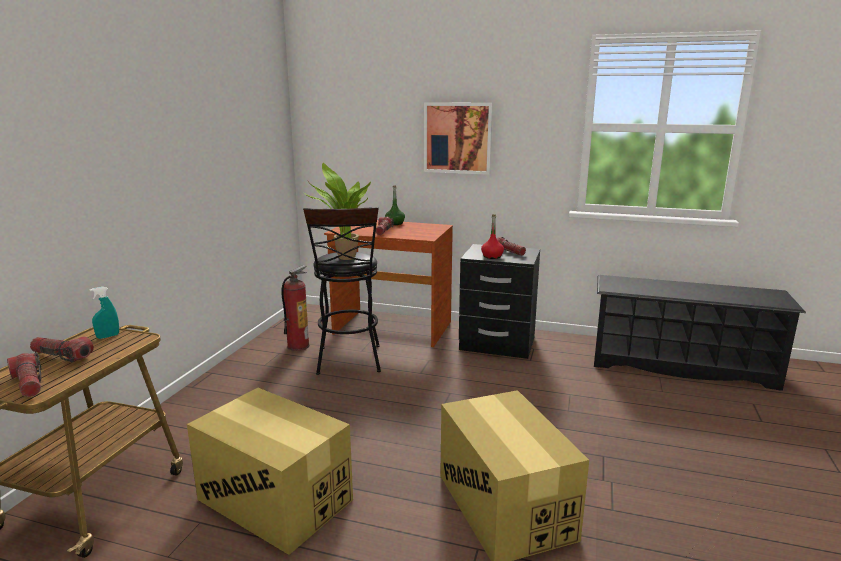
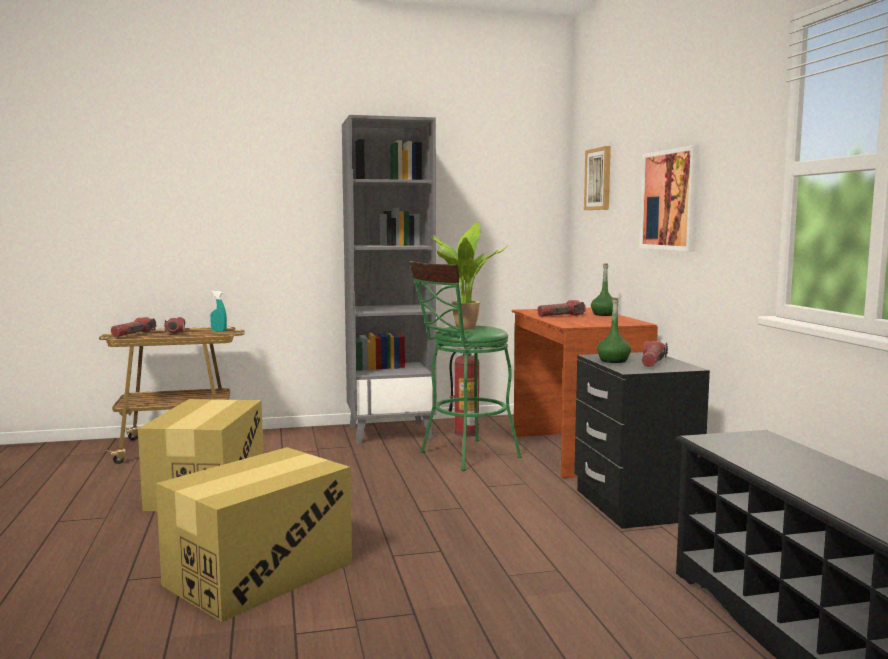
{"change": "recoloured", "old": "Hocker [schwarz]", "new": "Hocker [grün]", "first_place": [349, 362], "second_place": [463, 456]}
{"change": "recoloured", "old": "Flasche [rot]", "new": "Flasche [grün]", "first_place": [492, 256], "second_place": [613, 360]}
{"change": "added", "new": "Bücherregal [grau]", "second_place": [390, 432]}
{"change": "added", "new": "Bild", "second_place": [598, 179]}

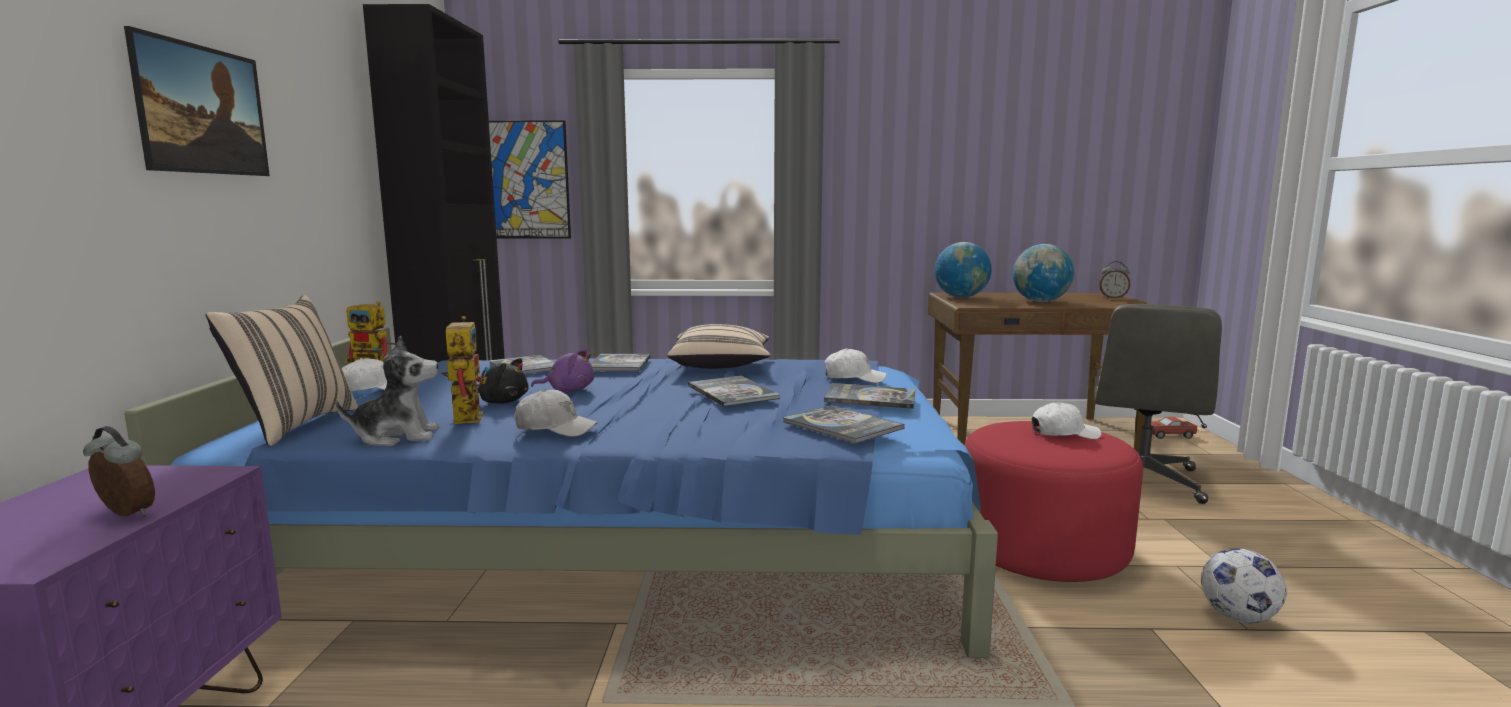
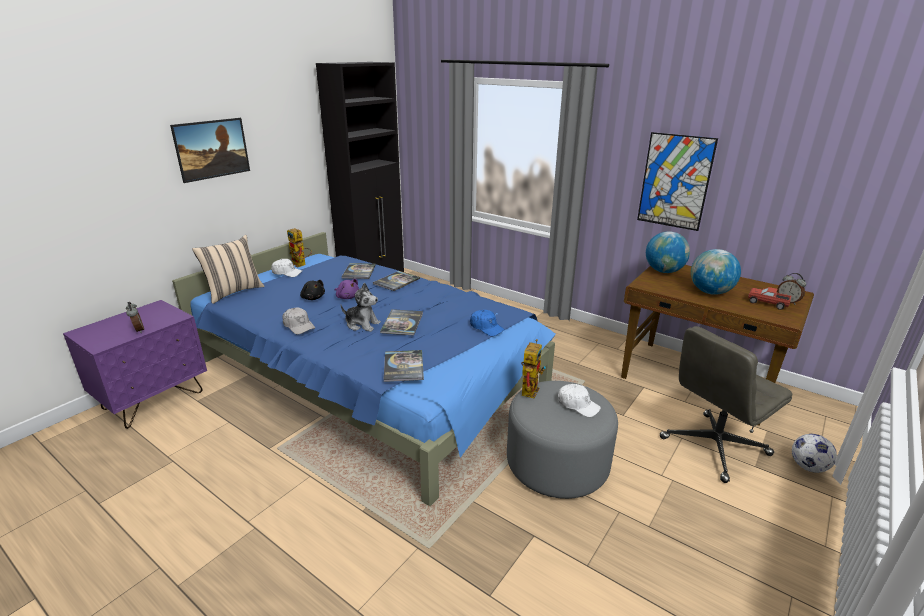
{"change": "moved", "old": "Bild", "first_place": [528, 180], "second_place": [675, 181]}
{"change": "moved", "old": "Spielzeugroboter", "first_place": [466, 416], "second_place": [529, 388]}
{"change": "removed", "old": "Kissen [beige]", "first_place": [721, 366]}
{"change": "moved", "old": "Plüschtier", "first_place": [397, 437], "second_place": [362, 324]}
{"change": "recoloured", "old": "Kappe [weiß]", "new": "Kappe [blau]", "first_place": [854, 378], "second_place": [486, 328]}
{"change": "removed", "old": "Buch", "first_place": [870, 398]}
{"change": "moved", "old": "Spielzeuglaster", "first_place": [1170, 436], "second_place": [767, 304]}
{"change": "recoloured", "old": "Polsterhocker [rot]", "new": "Polsterhocker [grau]", "first_place": [1042, 548], "second_place": [557, 464]}
{"change": "moved", "old": "Fußball", "first_place": [1238, 617], "second_place": [808, 467]}

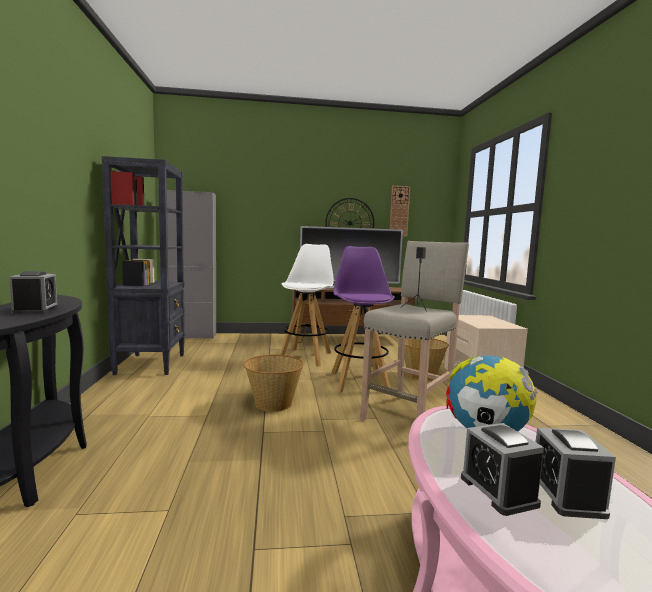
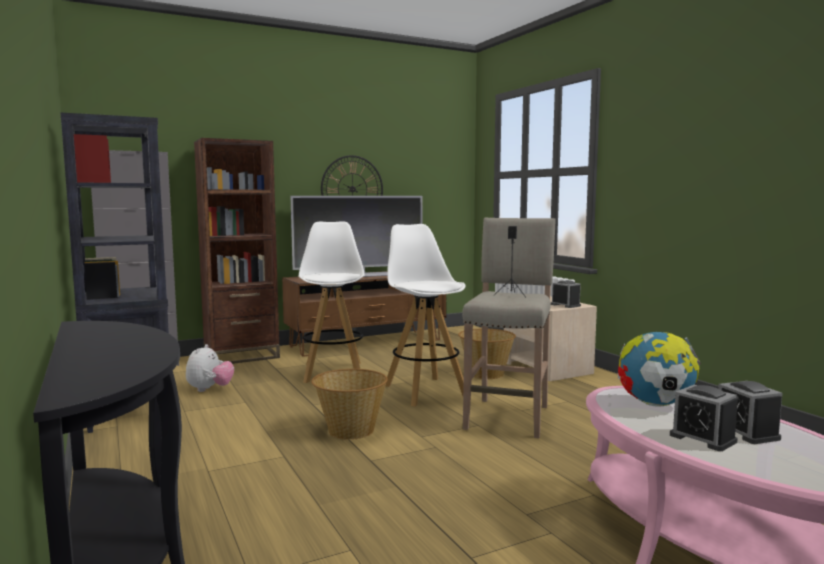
{"change": "removed", "old": "Wanduhr", "first_place": [399, 211]}
{"change": "recoloured", "old": "Hocker [lila]", "new": "Hocker [weiß]", "first_place": [359, 381], "second_place": [425, 390]}
{"change": "moved", "old": "Wecker", "first_place": [35, 310], "second_place": [565, 305]}
{"change": "added", "new": "Bücherregal [braun]", "second_place": [241, 356]}
{"change": "added", "new": "Plüschtier", "second_place": [210, 389]}

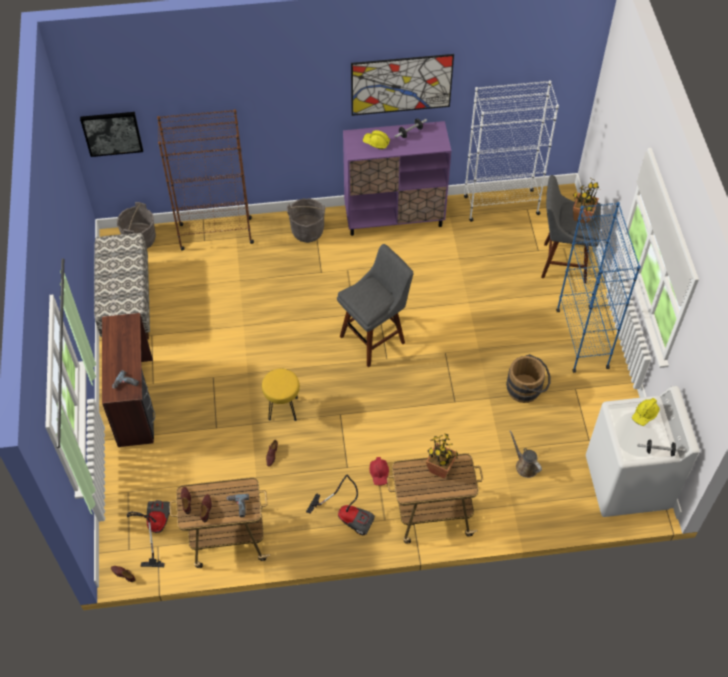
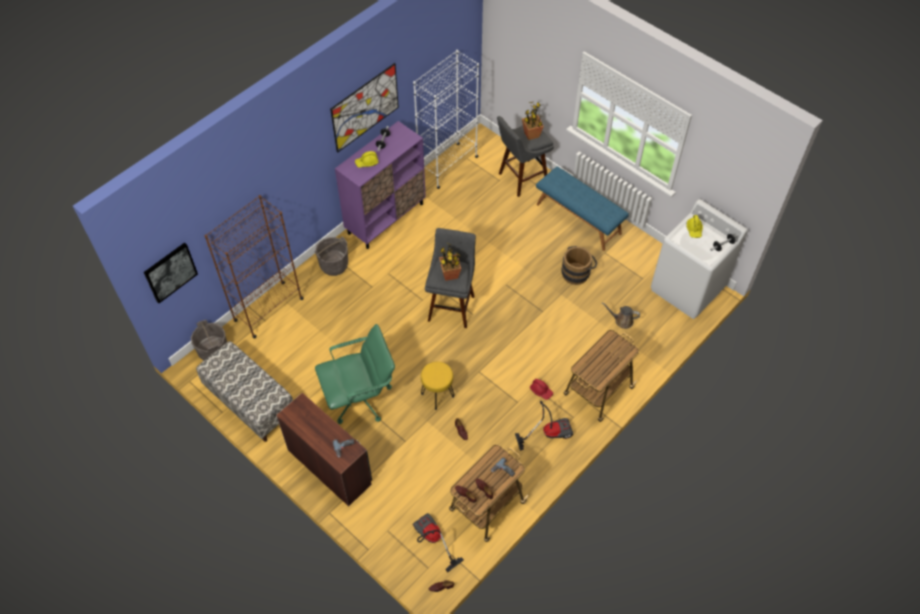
{"change": "replaced", "old": "Bücherregal [blau]", "new": "Bank [blau]", "first_place": [582, 338], "second_place": [579, 219]}
{"change": "moved", "old": "Topfpflanze", "first_place": [440, 469], "second_place": [450, 274]}
{"change": "added", "new": "Bürostuhl [grün]", "second_place": [360, 398]}

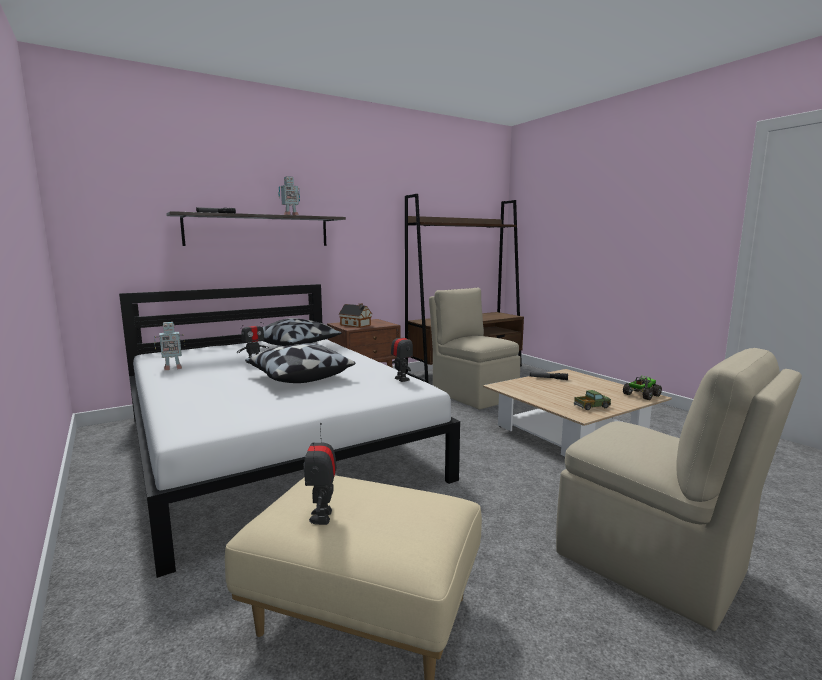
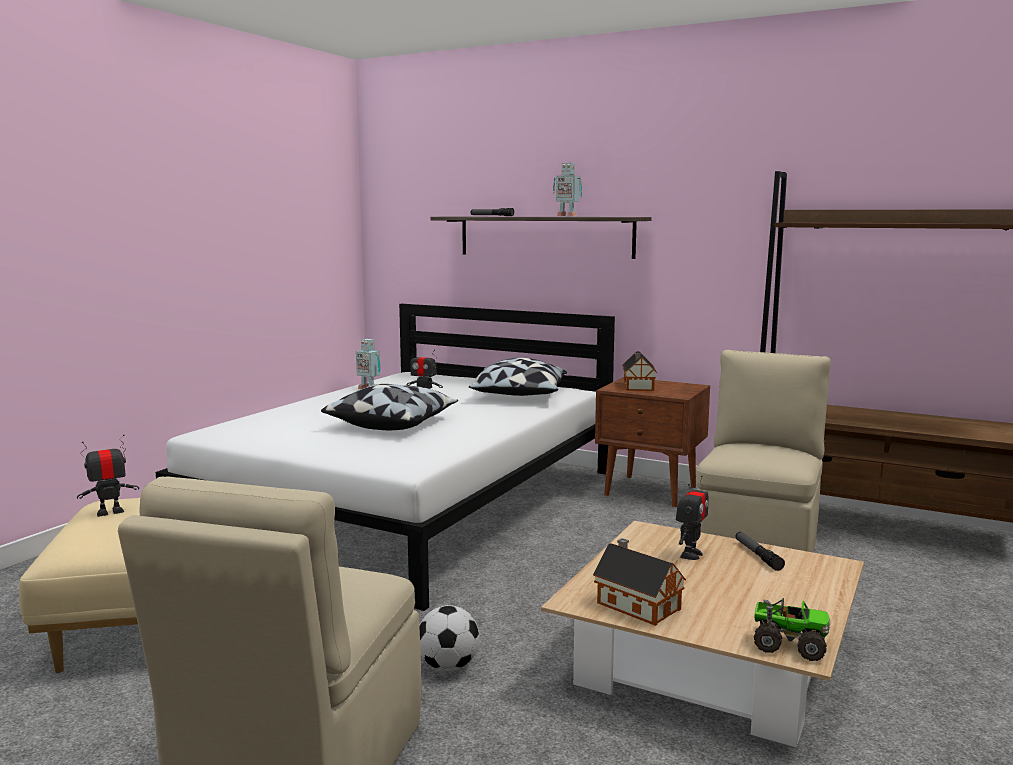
{"change": "moved", "old": "Spielzeugroboter", "first_place": [401, 379], "second_place": [690, 554]}
{"change": "replaced", "old": "Spielzeuglaster", "new": "Spielzeughaus", "first_place": [591, 407], "second_place": [636, 604]}
{"change": "added", "new": "Fußball", "second_place": [448, 666]}

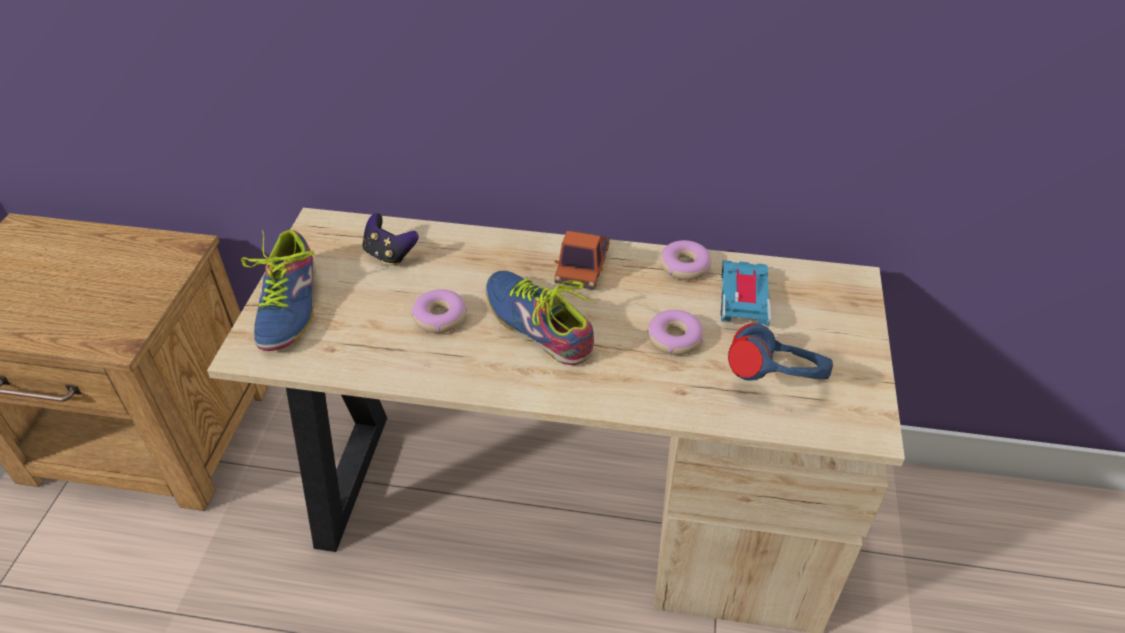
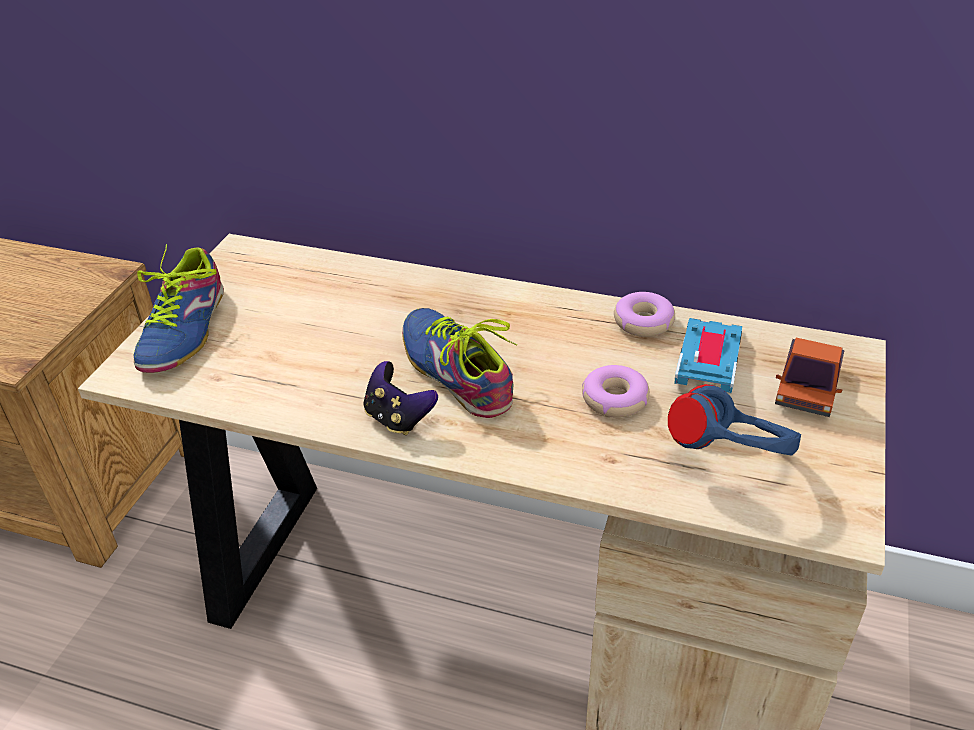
{"change": "moved", "old": "Gamepad", "first_place": [389, 255], "second_place": [398, 418]}
{"change": "moved", "old": "Spielzeuglaster", "first_place": [582, 267], "second_place": [807, 387]}
{"change": "removed", "old": "Donut", "first_place": [440, 317]}

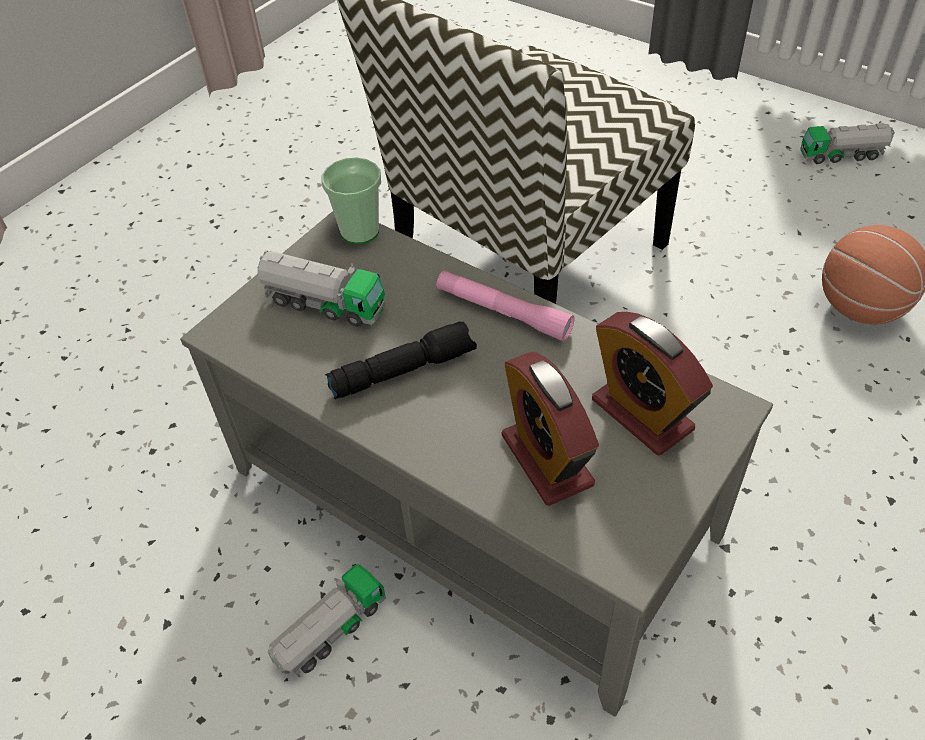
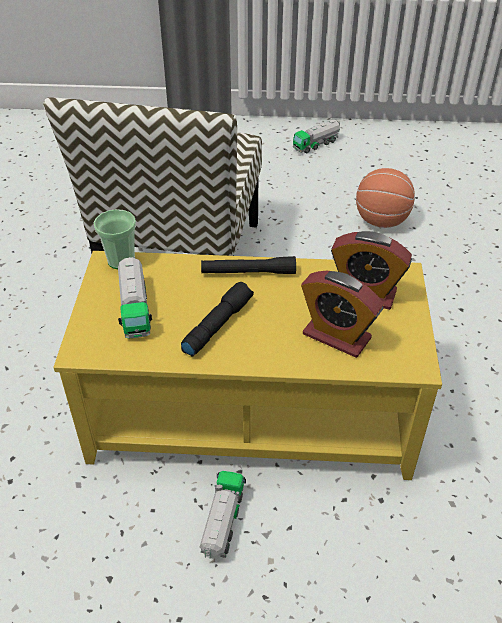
{"change": "recoloured", "old": "Couchtisch [grau]", "new": "Couchtisch [gelb]", "first_place": [473, 499], "second_place": [251, 408]}
{"change": "turned", "old": "Spielzeuglaster", "first_place": [324, 304], "second_place": [135, 309], "degrees": 90}
{"change": "recoloured", "old": "Taschenlampe [rosa]", "new": "Taschenlampe [schwarz]", "first_place": [503, 312], "second_place": [248, 272]}

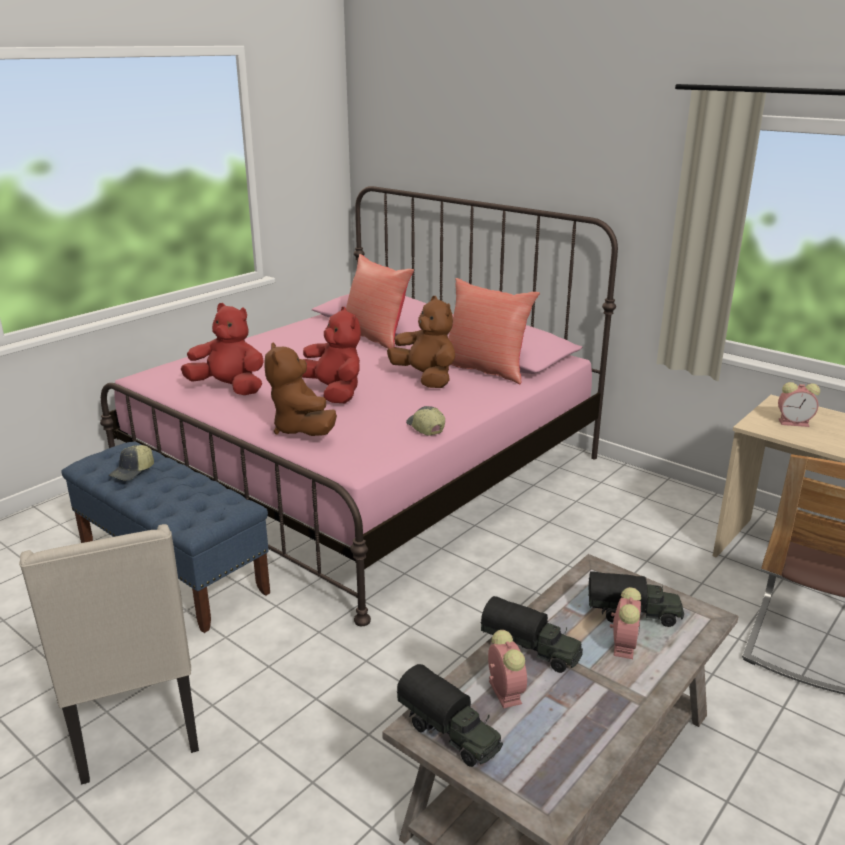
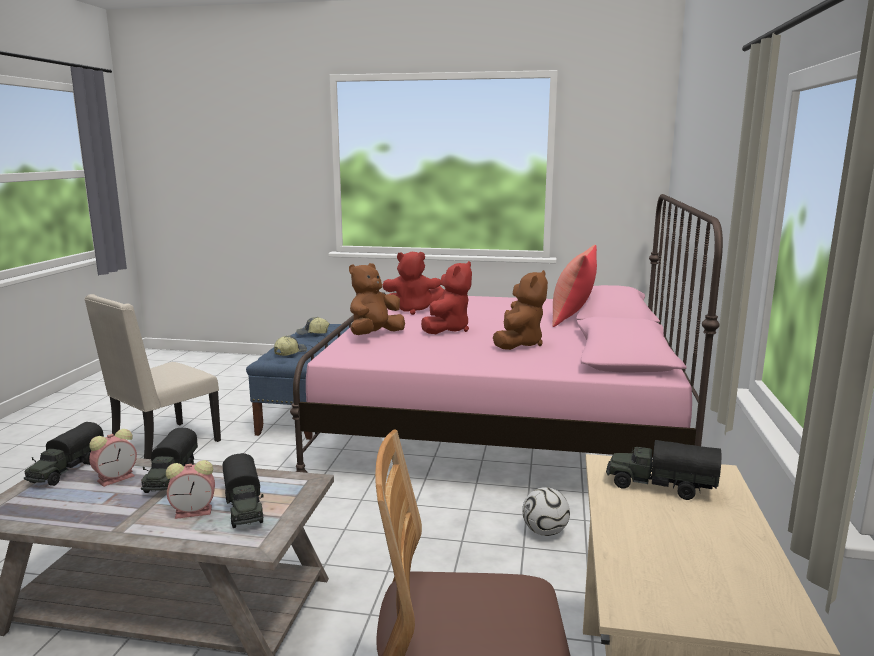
{"change": "removed", "old": "Kissen [rot]", "first_place": [484, 369]}
{"change": "turned", "old": "Plüschtier [rot]", "first_place": [229, 388], "second_place": [413, 310], "degrees": 105}
{"change": "replaced", "old": "Wecker", "new": "Spielzeuglaster", "first_place": [795, 423], "second_place": [660, 486]}
{"change": "moved", "old": "Kappe", "first_place": [425, 428], "second_place": [290, 352]}
{"change": "added", "new": "Fußball", "second_place": [545, 532]}

